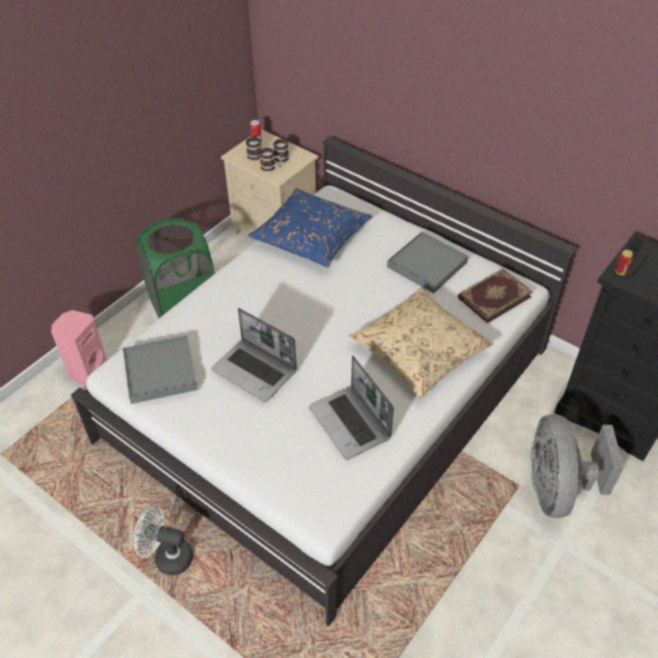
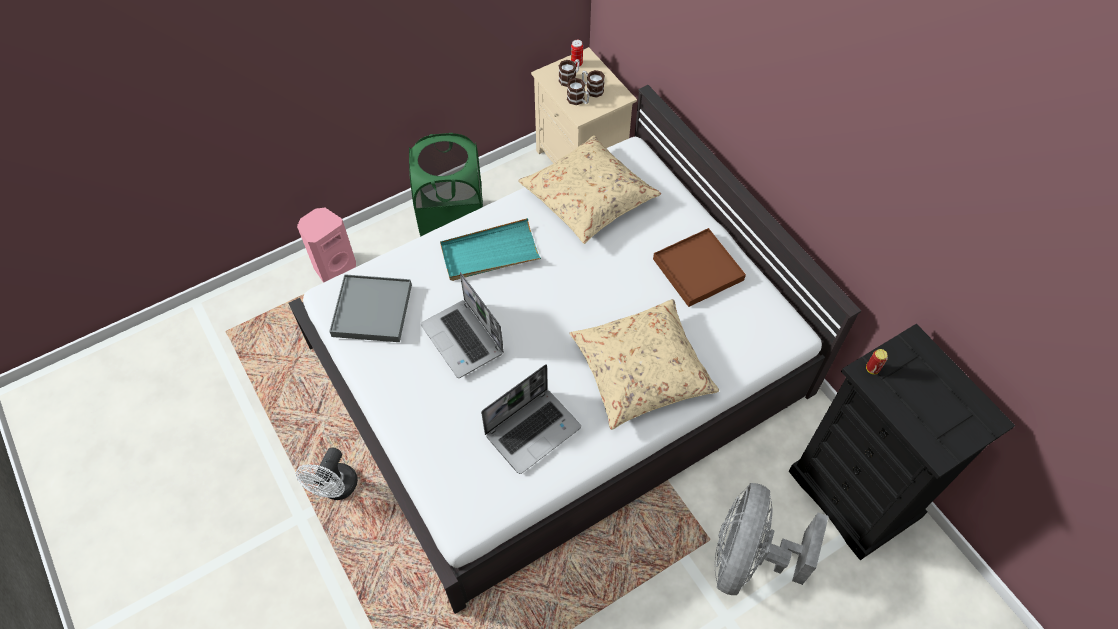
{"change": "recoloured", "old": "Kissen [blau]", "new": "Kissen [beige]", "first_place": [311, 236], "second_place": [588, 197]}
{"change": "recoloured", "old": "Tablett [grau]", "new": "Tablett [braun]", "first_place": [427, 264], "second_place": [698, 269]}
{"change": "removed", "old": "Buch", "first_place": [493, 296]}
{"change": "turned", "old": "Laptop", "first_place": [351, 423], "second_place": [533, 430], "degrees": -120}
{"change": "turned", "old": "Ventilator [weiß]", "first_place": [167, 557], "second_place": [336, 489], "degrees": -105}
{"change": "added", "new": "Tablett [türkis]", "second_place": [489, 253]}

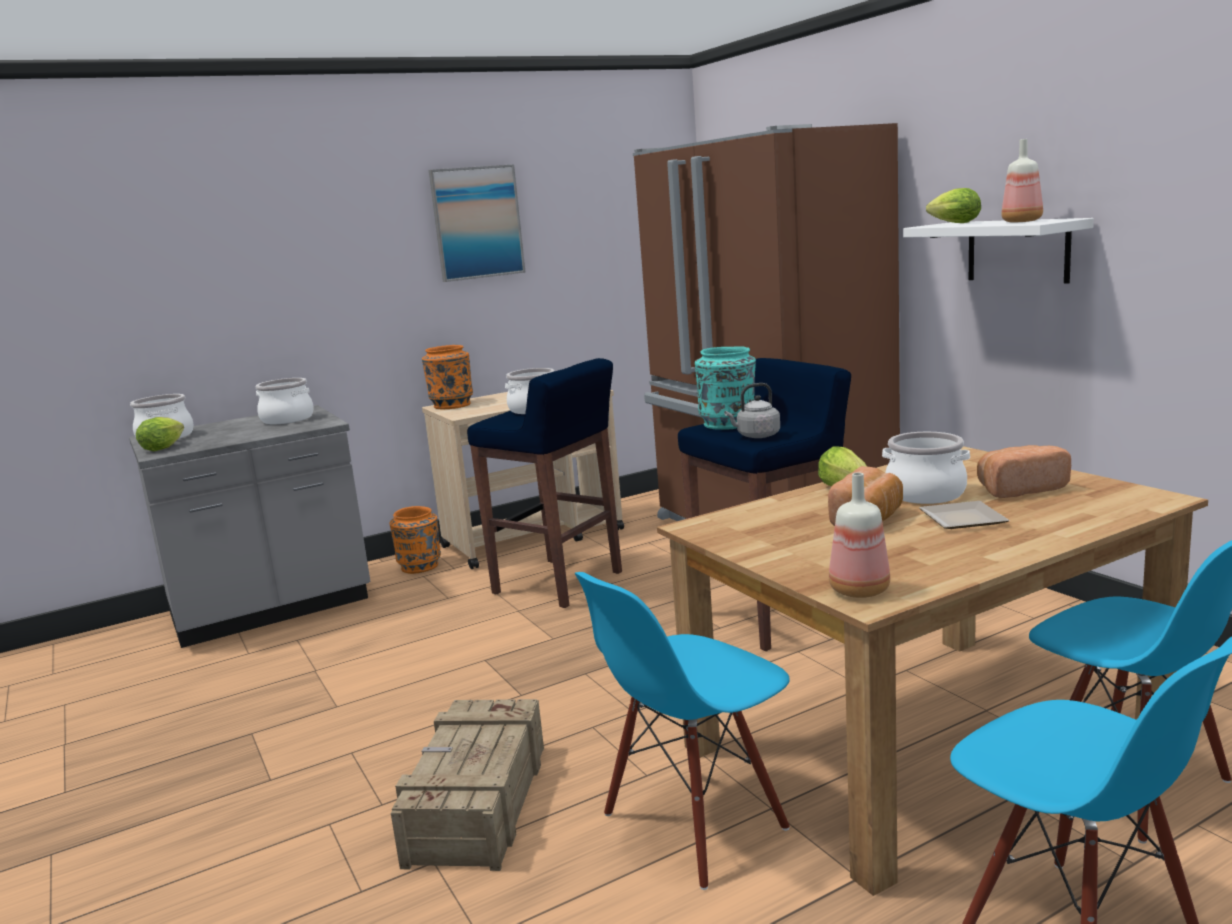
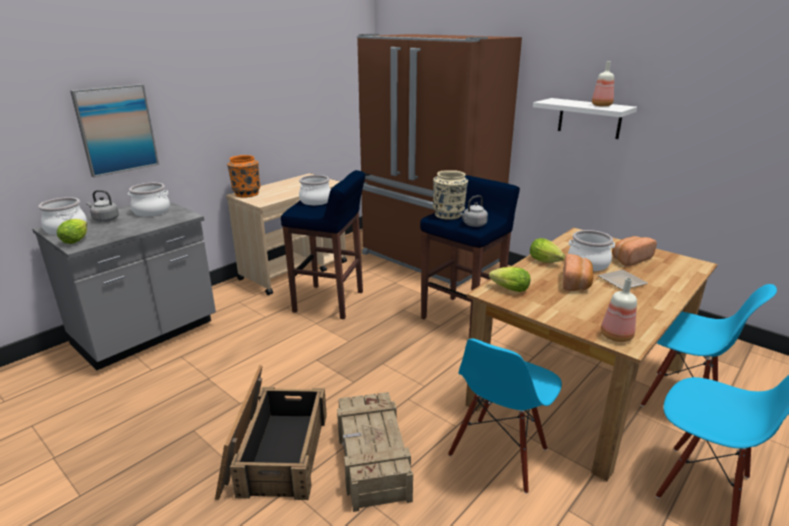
{"change": "moved", "old": "Bild", "first_place": [477, 223], "second_place": [116, 129]}
{"change": "moved", "old": "Salatkopf", "first_place": [952, 223], "second_place": [507, 289]}
{"change": "recoloured", "old": "Vase [türkis]", "new": "Vase [beige]", "first_place": [728, 424], "second_place": [449, 215]}
{"change": "removed", "old": "Vase [orange]", "first_place": [420, 567]}
{"change": "added", "new": "Wasserkessel [grau]", "second_place": [105, 219]}
{"change": "added", "new": "Kiste", "second_place": [275, 452]}

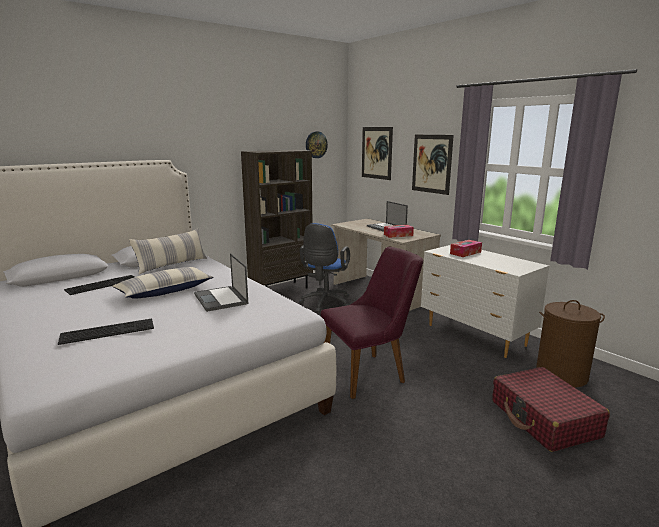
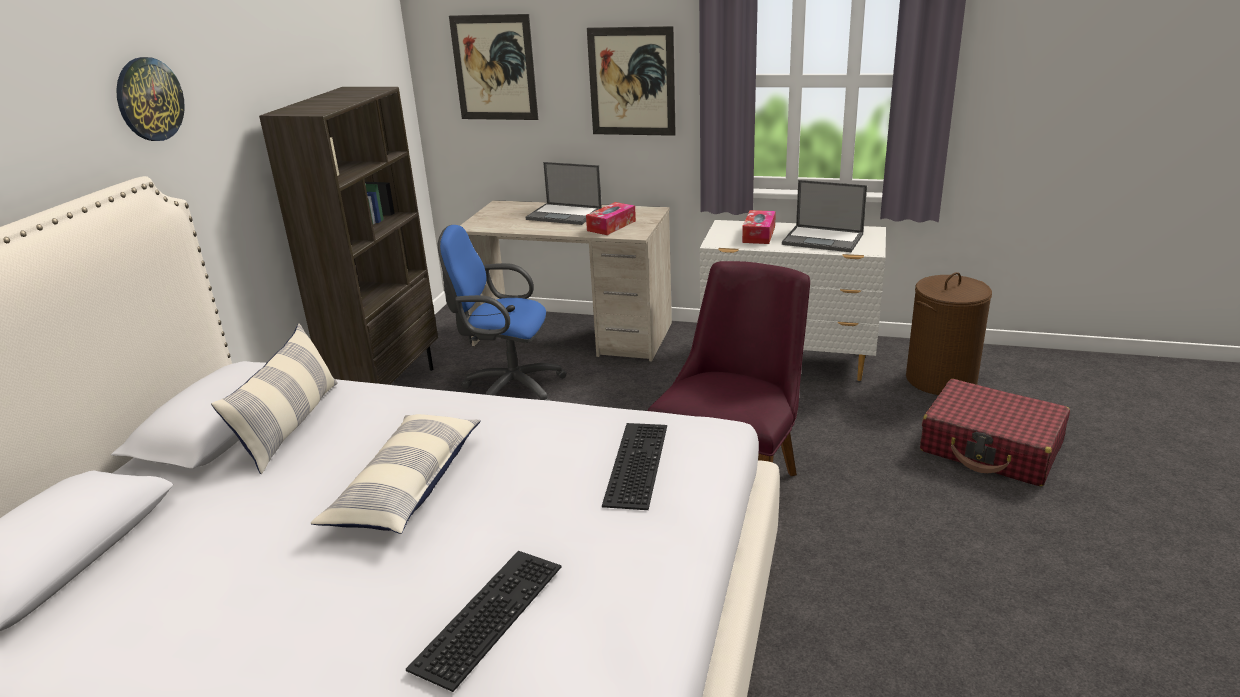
{"change": "moved", "old": "Wanduhr", "first_place": [316, 144], "second_place": [149, 99]}
{"change": "turned", "old": "Bürostuhl [blau]", "first_place": [325, 303], "second_place": [508, 389], "degrees": 120}
{"change": "moved", "old": "Laptop", "first_place": [221, 299], "second_place": [824, 239]}
{"change": "moved", "old": "Tastatur", "first_place": [102, 284], "second_place": [634, 463]}

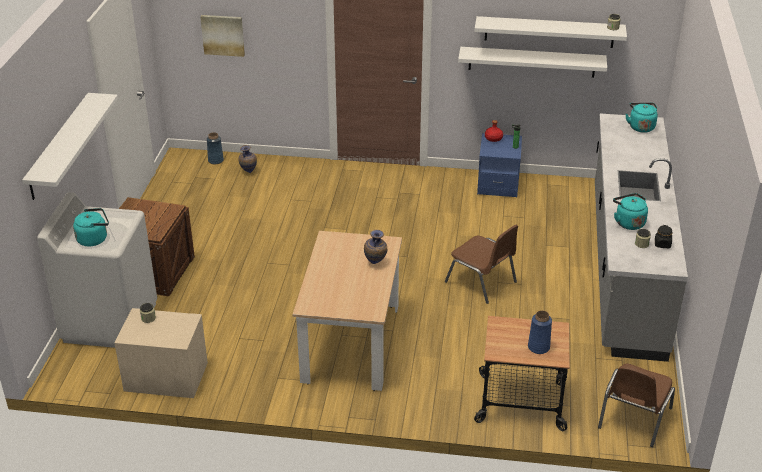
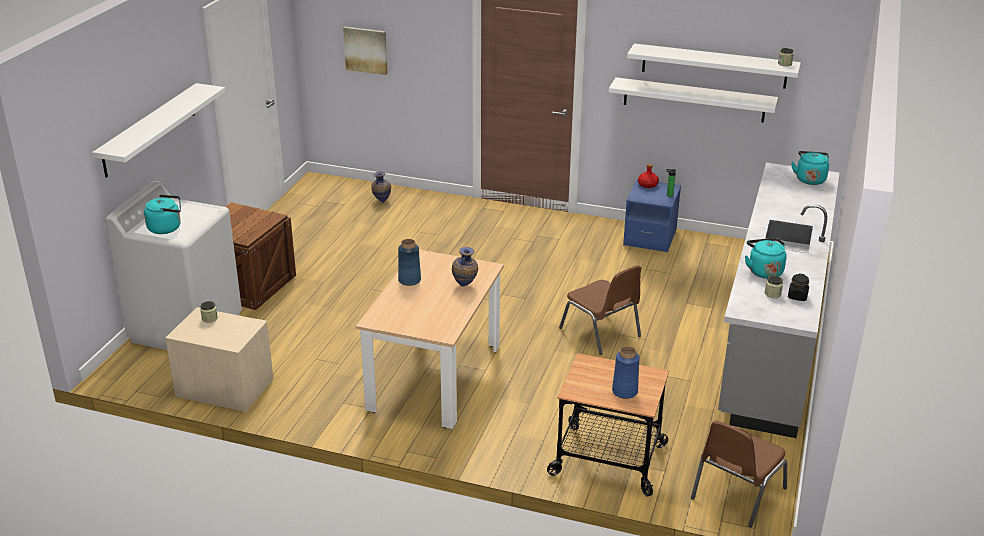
{"change": "moved", "old": "Vase [blau]", "first_place": [215, 160], "second_place": [409, 280]}

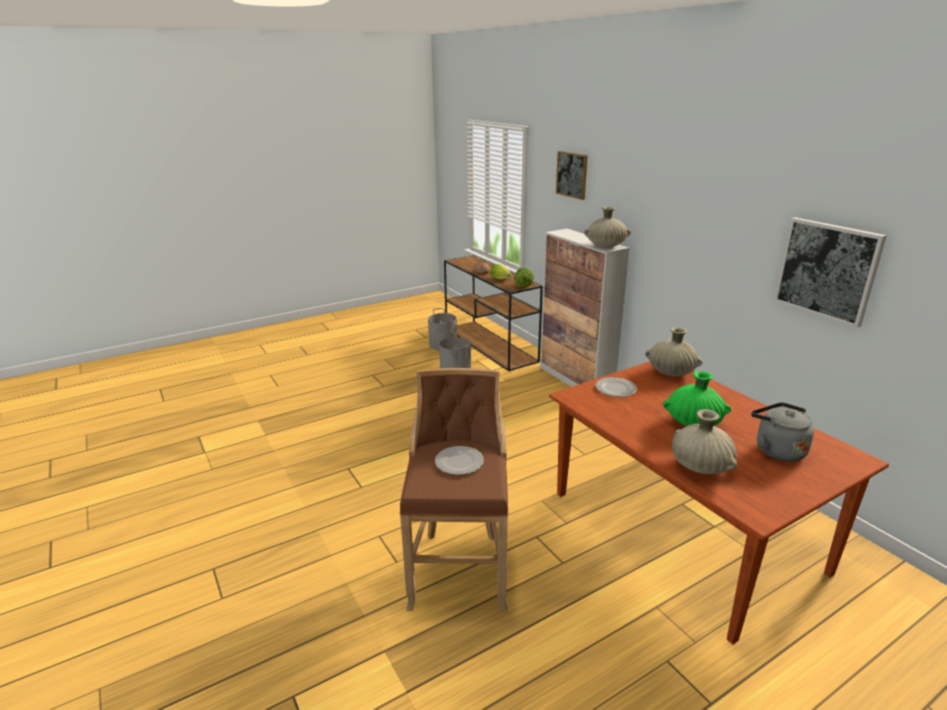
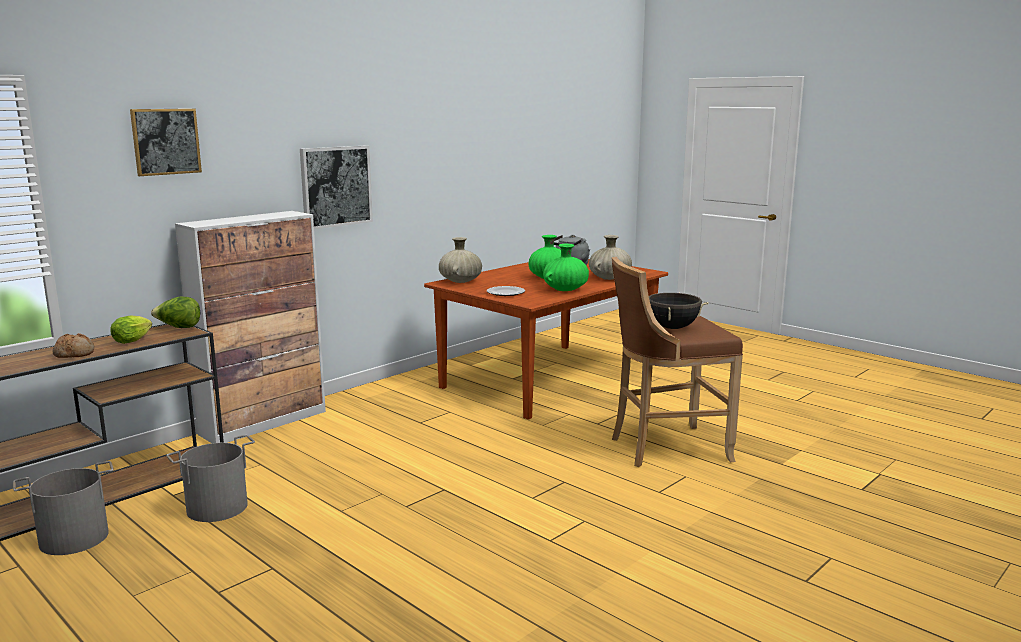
{"change": "removed", "old": "Vase [beige]", "first_place": [606, 246]}
{"change": "moved", "old": "Bild", "first_place": [827, 270], "second_place": [336, 186]}
{"change": "replaced", "old": "Teller", "new": "Kochtopf [schwarz]", "first_place": [459, 462], "second_place": [673, 328]}
{"change": "added", "new": "Vase [grün]", "second_place": [566, 289]}

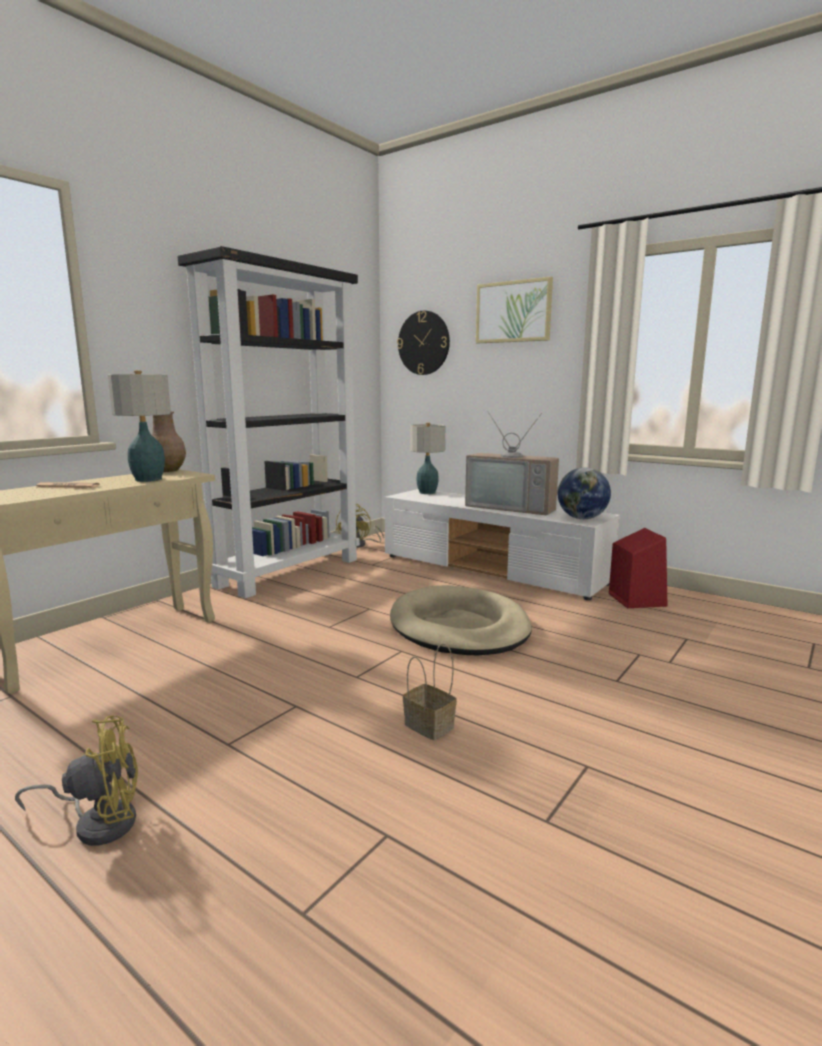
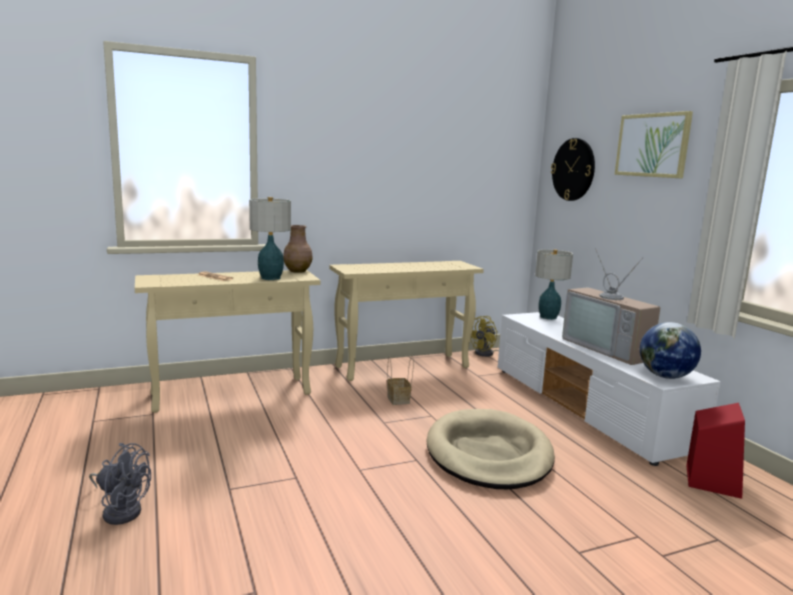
{"change": "replaced", "old": "Bücherregal [schwarz]", "new": "Konsolentisch [beige]", "first_place": [289, 572], "second_place": [403, 367]}
{"change": "moved", "old": "Korb", "first_place": [431, 726], "second_place": [399, 400]}
{"change": "recoloured", "old": "Ventilator [gelb]", "new": "Ventilator [grau]", "first_place": [99, 822], "second_place": [121, 510]}

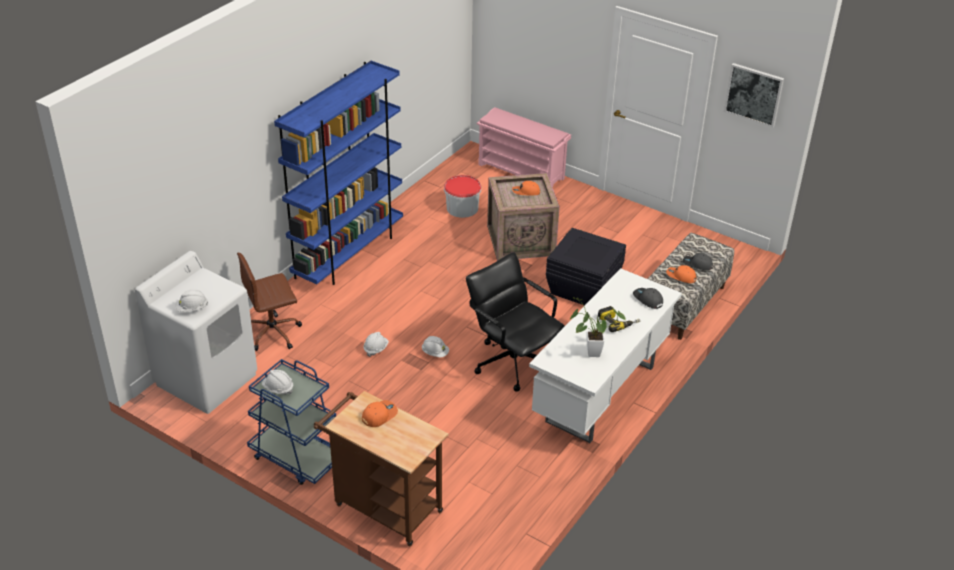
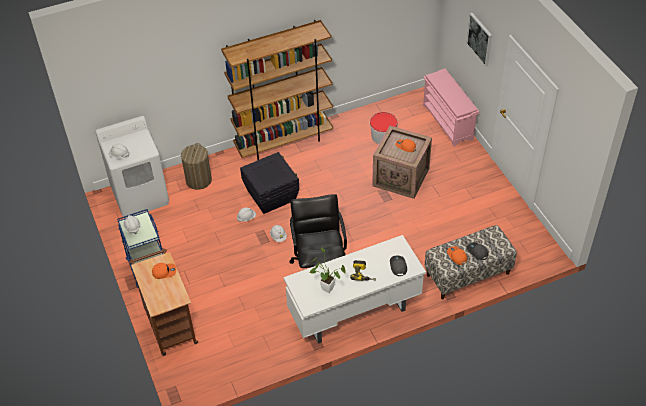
{"change": "recoloured", "old": "Bücherregal [blau]", "new": "Bücherregal [braun]", "first_place": [348, 254], "second_place": [284, 142]}
{"change": "moved", "old": "Bild", "first_place": [754, 94], "second_place": [480, 39]}
{"change": "moved", "old": "Aufbewahrungsbox [schwarz]", "first_place": [583, 287], "second_place": [271, 195]}
{"change": "replaced", "old": "Bürostuhl [braun]", "new": "Wäschekorb", "first_place": [273, 332], "second_place": [198, 180]}

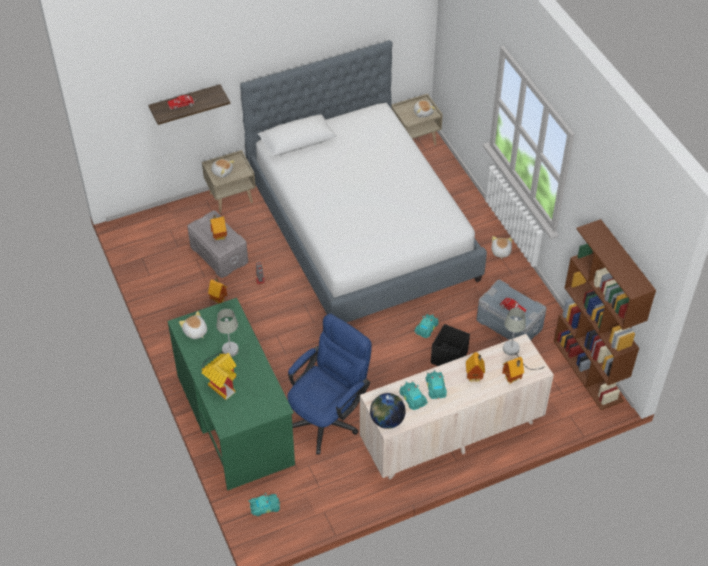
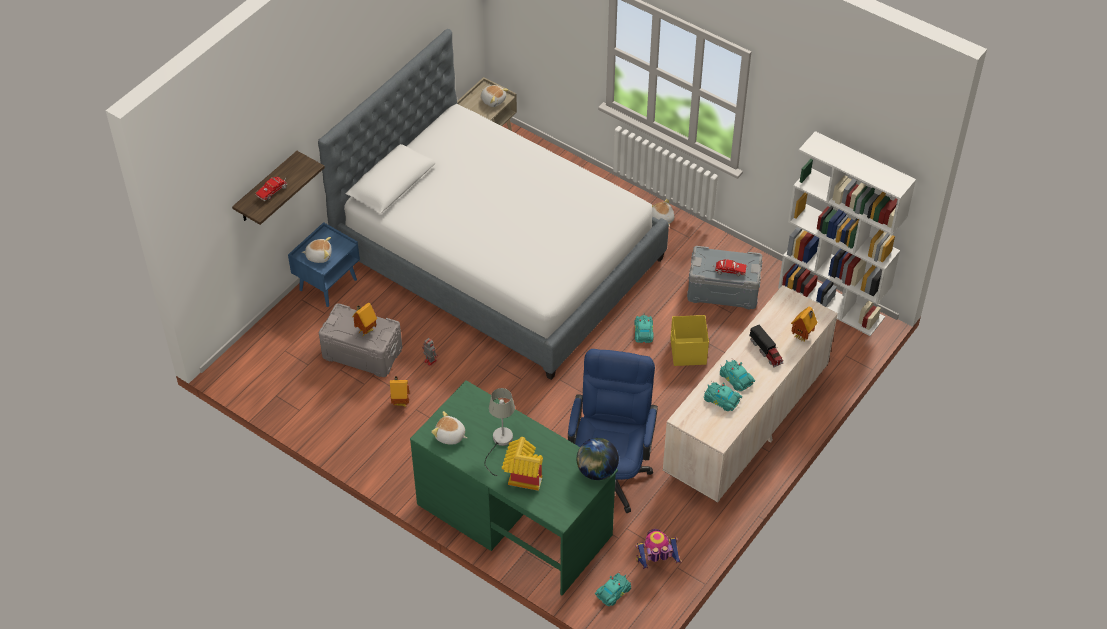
{"change": "recoloured", "old": "Nachttisch [beige]", "new": "Nachttisch [blau]", "first_place": [231, 197], "second_place": [328, 284]}
{"change": "recoloured", "old": "Bücherregal [braun]", "new": "Bücherregal [weiß]", "first_place": [588, 371], "second_place": [832, 302]}
{"change": "removed", "old": "Tischlampe [grau]", "first_place": [515, 352]}
{"change": "recoloured", "old": "Aufbewahrungsbox [schwarz]", "new": "Aufbewahrungsbox [gelb]", "first_place": [448, 358], "second_place": [688, 352]}
{"change": "replaced", "old": "Spielzeughaus", "new": "Spielzeuglaster", "first_place": [474, 377], "second_place": [766, 351]}
{"change": "moved", "old": "Globus", "first_place": [387, 420], "second_place": [596, 471]}
{"change": "added", "new": "Spielzeugroboter", "second_place": [656, 562]}

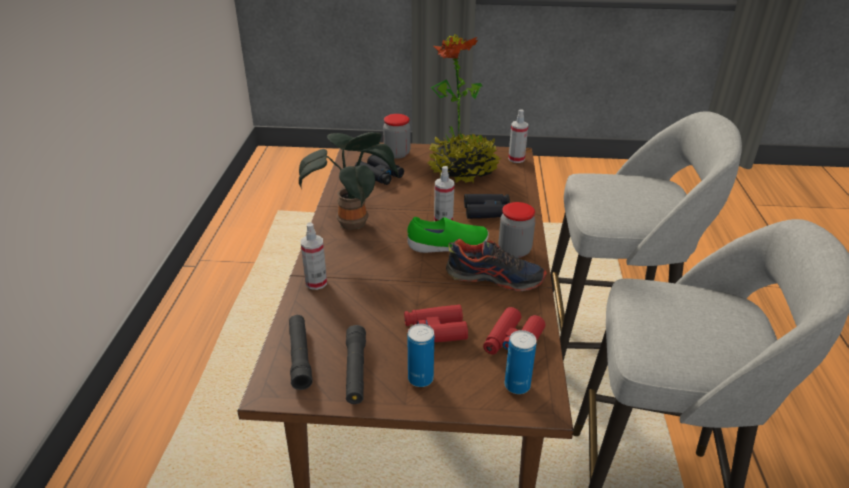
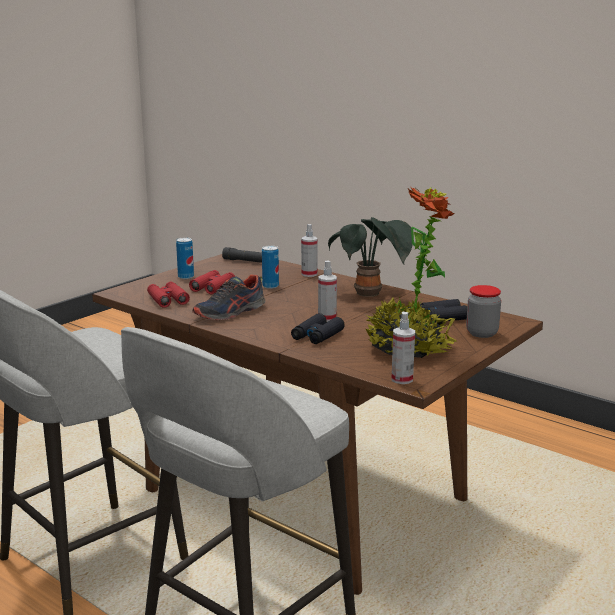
{"change": "removed", "old": "Vorratsglas", "first_place": [514, 250]}
{"change": "removed", "old": "Schuh [grün]", "first_place": [448, 247]}
{"change": "removed", "old": "Taschenlampe [schwarz]", "first_place": [355, 371]}
{"change": "moved", "old": "Dose", "first_place": [517, 386], "second_place": [270, 286]}

